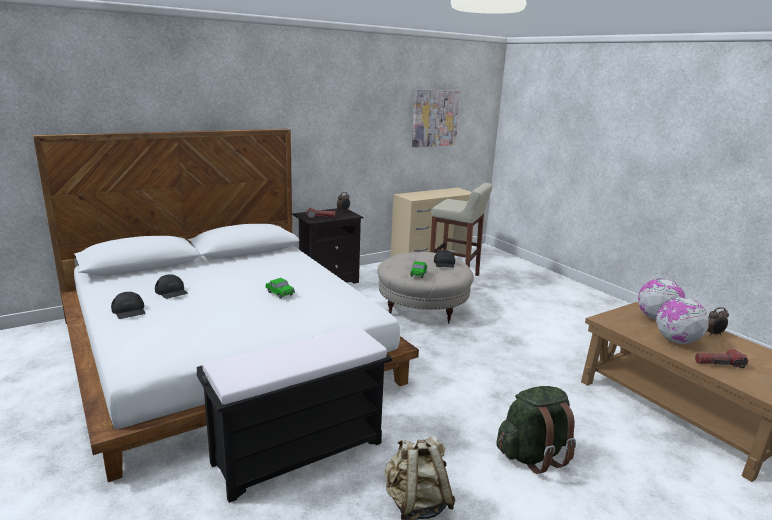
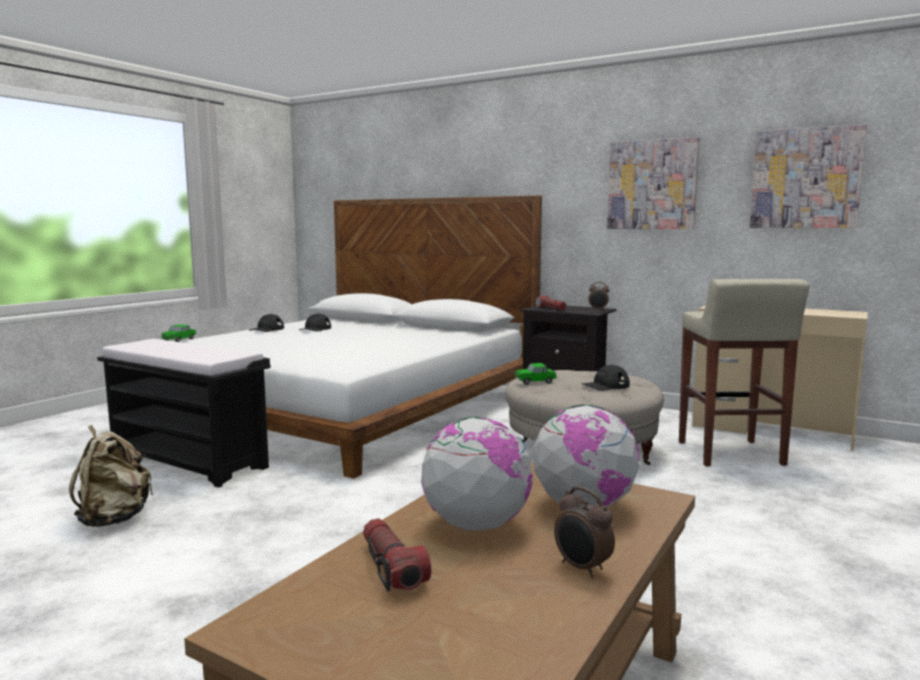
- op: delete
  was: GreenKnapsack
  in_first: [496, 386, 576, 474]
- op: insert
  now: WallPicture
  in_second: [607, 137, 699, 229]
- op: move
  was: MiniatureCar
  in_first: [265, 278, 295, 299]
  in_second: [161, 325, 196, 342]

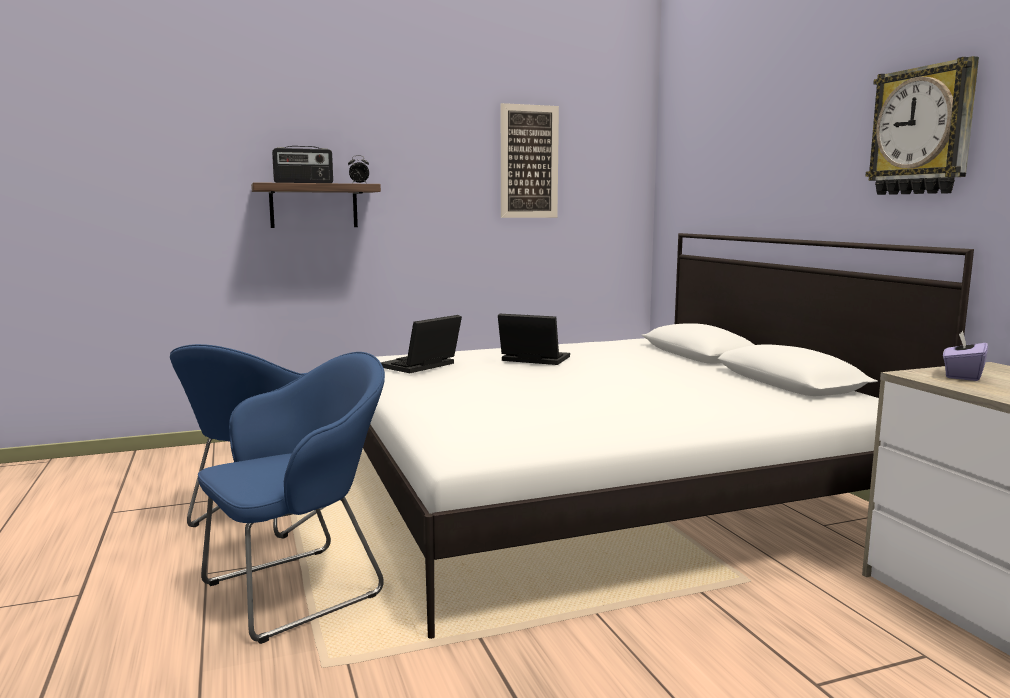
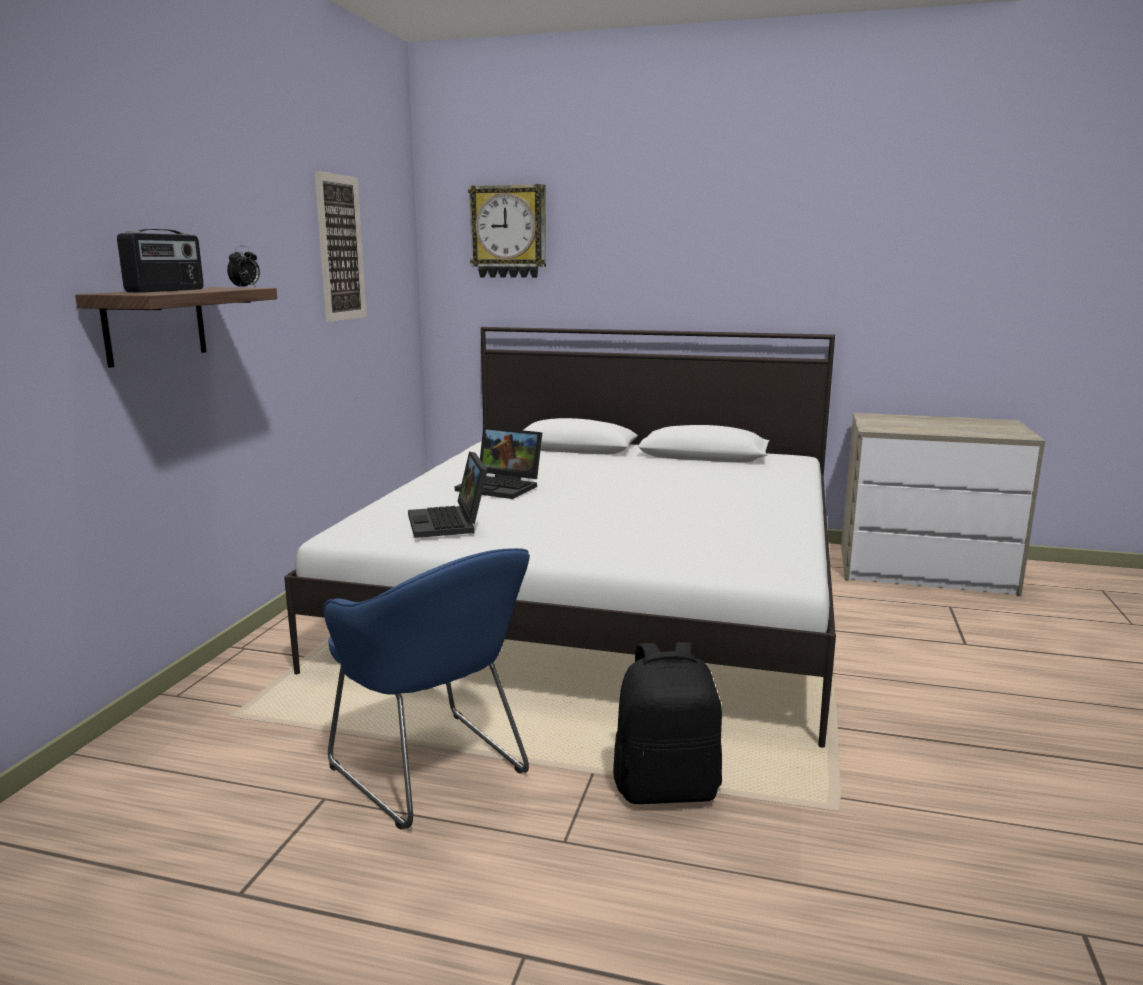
- op: delete
  was: PurpleColouredBoxOfTissues
  in_first: [943, 331, 988, 381]
- op: move
  was: HangingClock
  in_first: [865, 56, 979, 195]
  in_second: [468, 184, 546, 278]
- op: replace
  was: BlueEasyChair
  now: BlackishKnapsack
  in_first: [198, 352, 385, 644]
  in_second: [613, 642, 722, 804]
- op: rotate
  was: NotebookComputer
  in_first: [498, 314, 570, 365]
  in_second: [455, 427, 542, 499]
  clockwise: -120

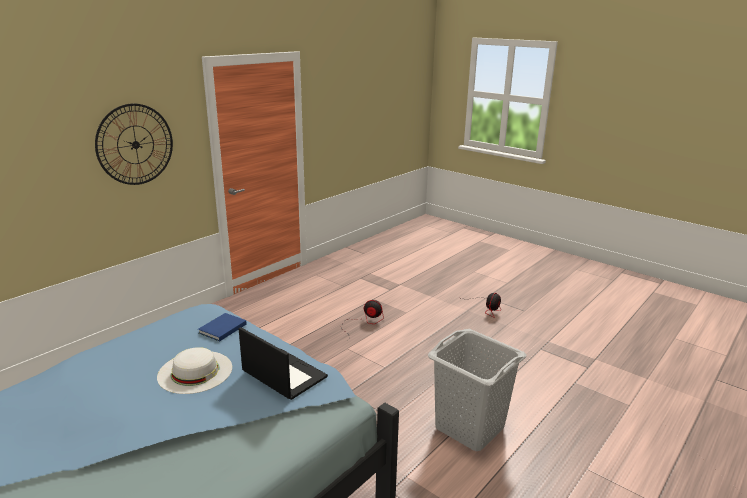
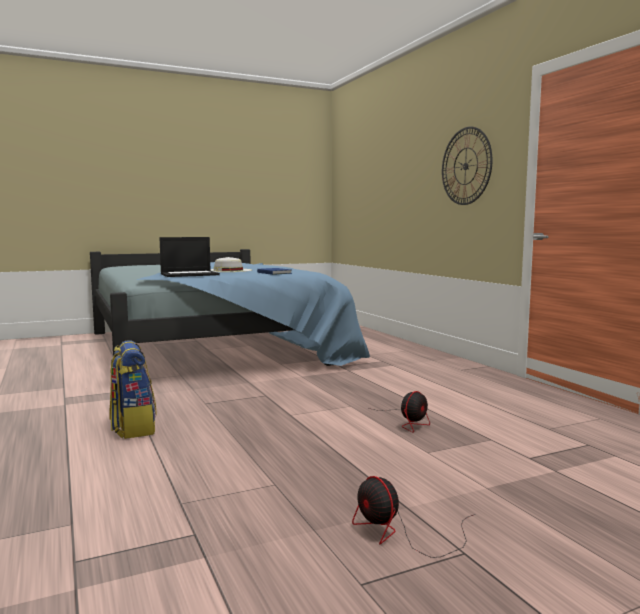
- op: replace
  was: GreyWashingBasket
  now: Knapsack
  in_first: [428, 329, 526, 451]
  in_second: [109, 340, 157, 439]

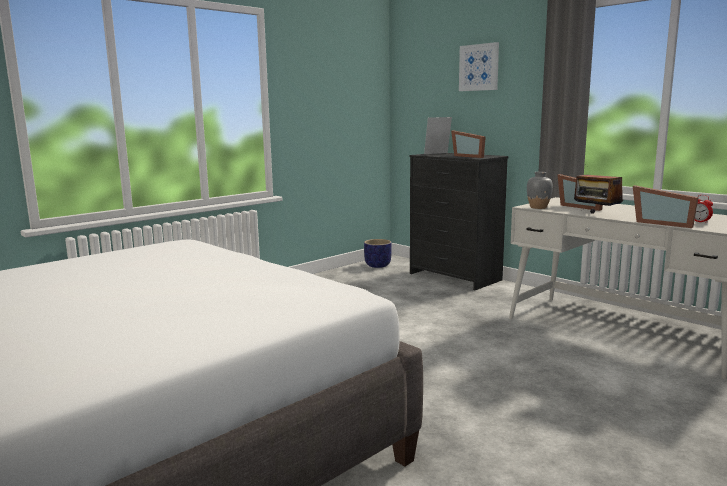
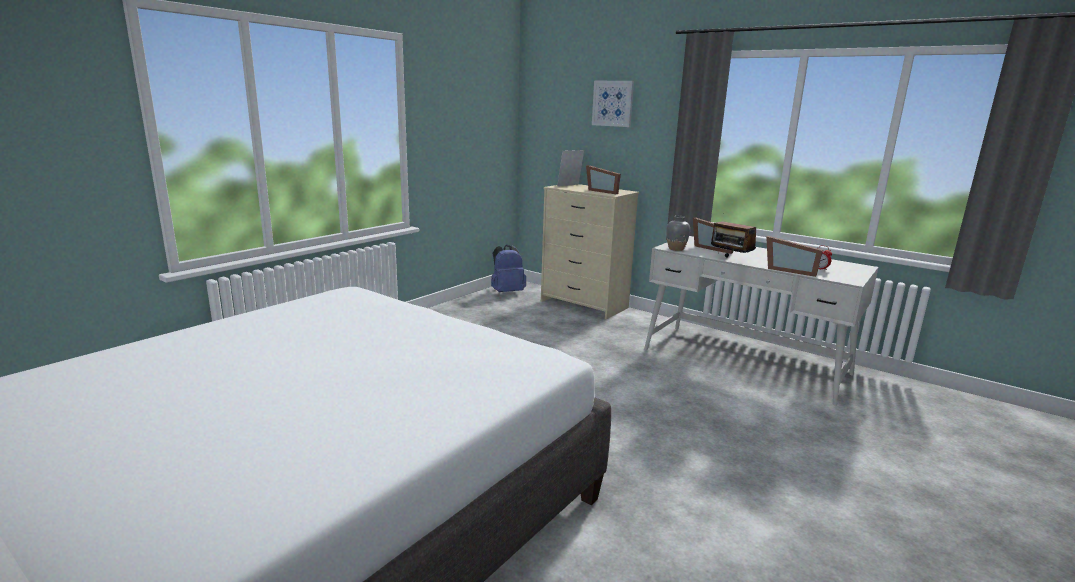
- op: replace
  was: PlantPot
  now: BlueKnapsack
  in_first: [364, 239, 392, 268]
  in_second: [491, 245, 526, 292]
- op: recolor
  was: BlackishDresser
  now: SandColouredDresser
  in_first: [409, 153, 508, 290]
  in_second: [541, 184, 639, 319]

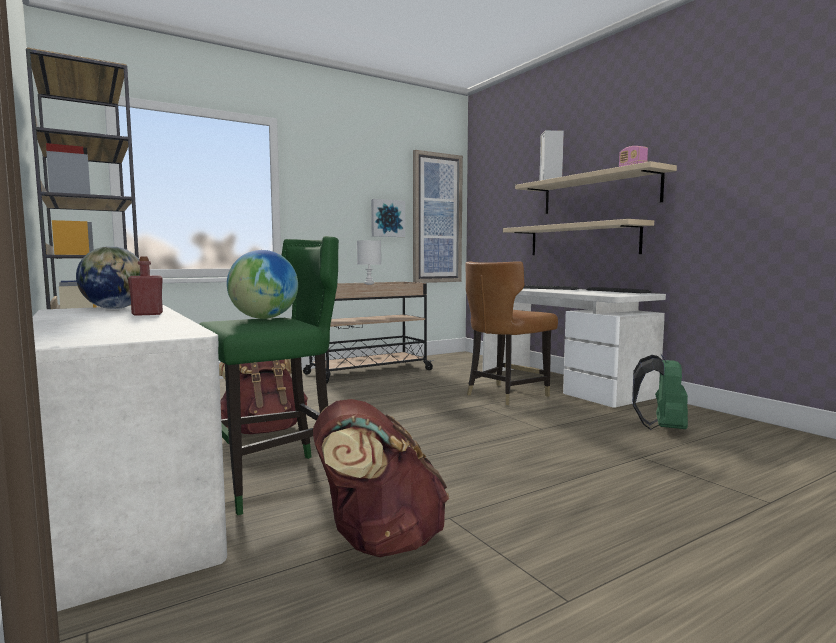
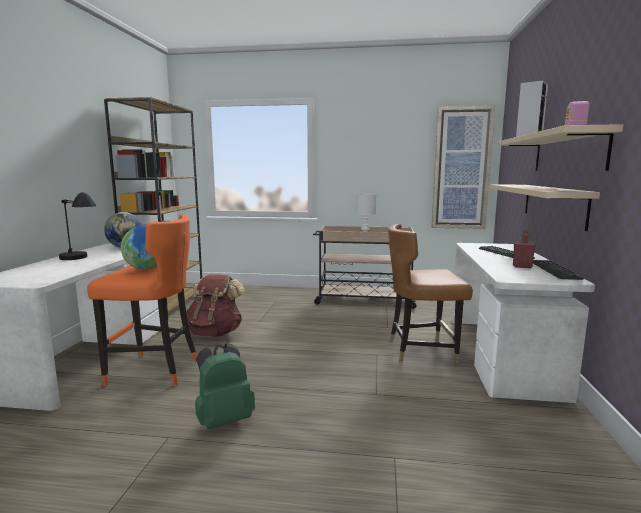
- op: delete
  was: BrownColouredKnapsack
  in_first: [313, 399, 449, 557]
- op: delete
  was: WallPicture
  in_first: [371, 199, 405, 237]
- op: insert
  now: BlackishTabletopLamp
  in_second: [59, 192, 96, 260]
- op: move
  was: RedBottle
  in_first: [128, 256, 163, 316]
  in_second: [513, 230, 536, 268]
- op: move
  was: GreenKnapsack
  in_first: [632, 353, 688, 430]
  in_second: [195, 343, 255, 429]
- op: recolor
  was: GreenStool
  now: OrangeyStool
  in_first: [199, 236, 339, 515]
  in_second: [87, 215, 197, 386]

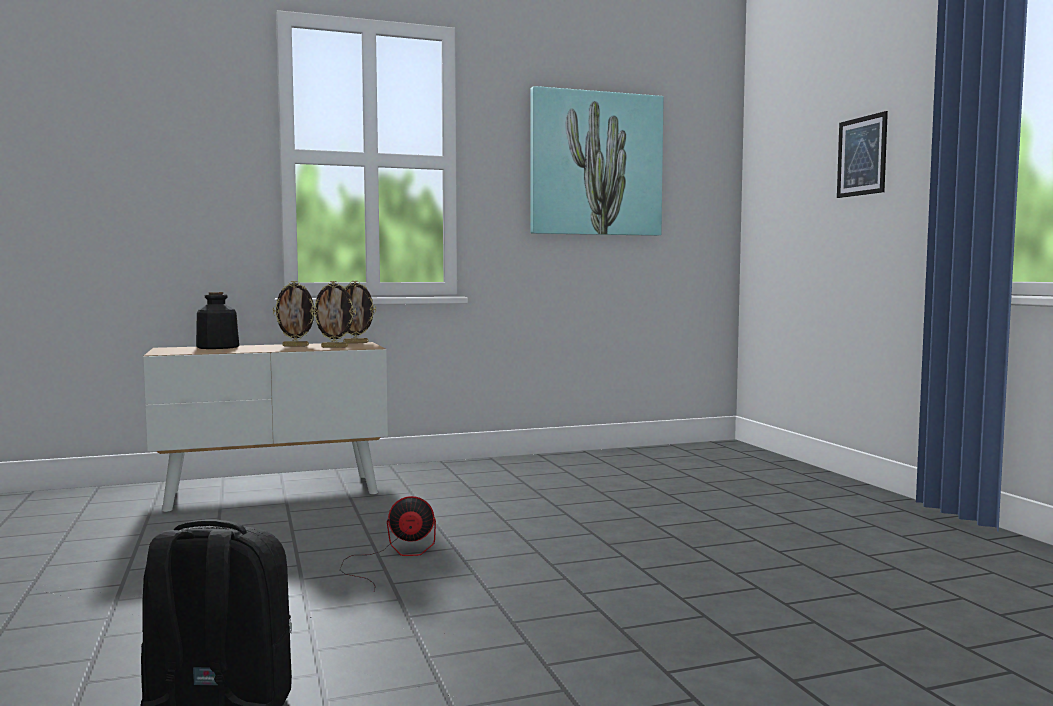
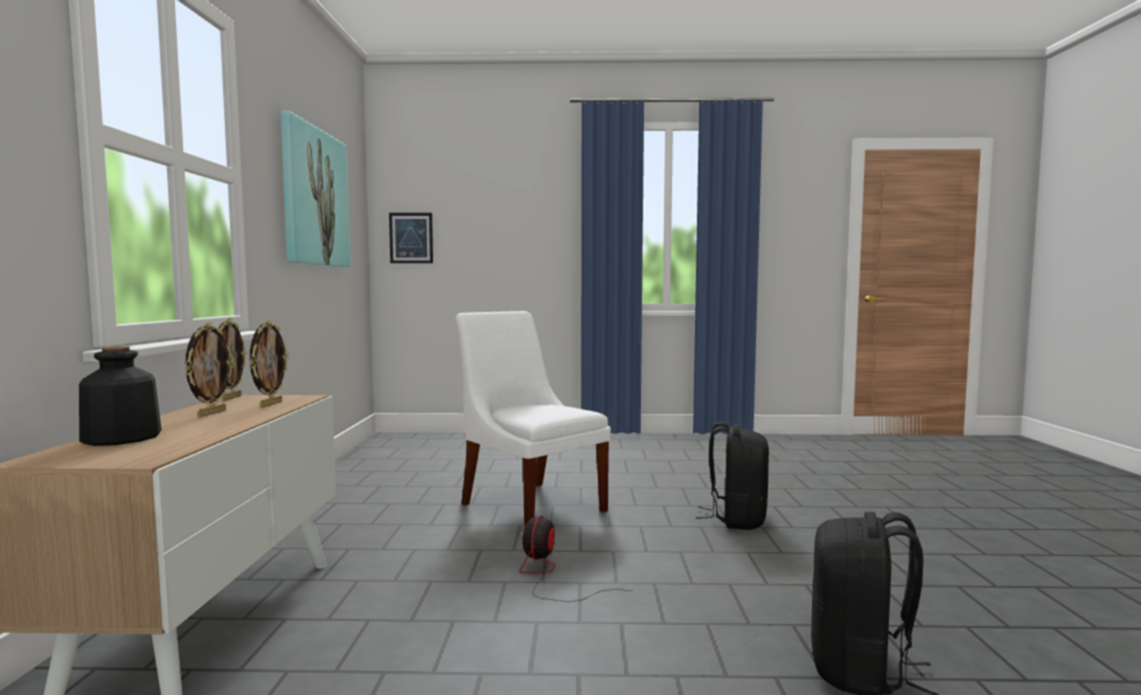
- op: insert
  now: WhiteColouredUprightChair
  in_second: [455, 311, 611, 528]
- op: insert
  now: BlackishKnapsack
  in_second: [696, 422, 769, 530]
- op: move
  was: WallPicture
  in_first: [837, 111, 888, 198]
  in_second: [389, 213, 433, 263]

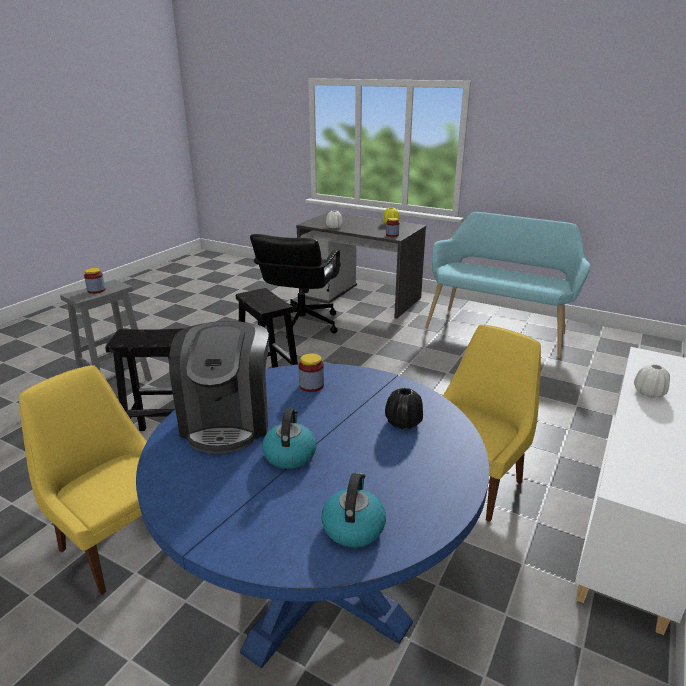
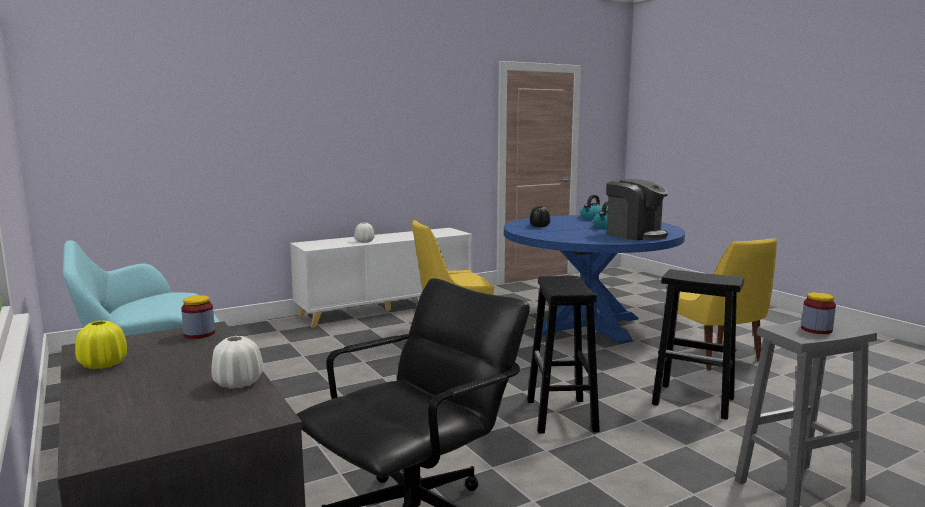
- op: delete
  was: StorageJar
  in_first: [298, 353, 324, 392]
- op: rotate
  was: CoffeeMachine
  in_first: [169, 321, 269, 454]
  in_second: [606, 179, 669, 240]
  clockwise: 105

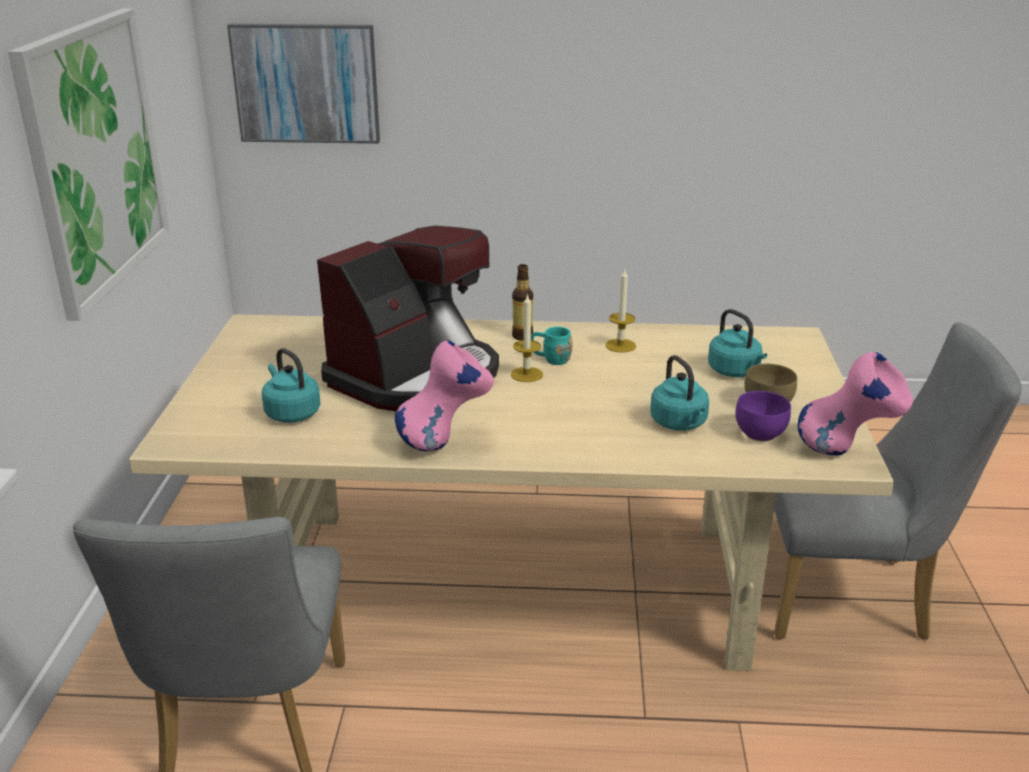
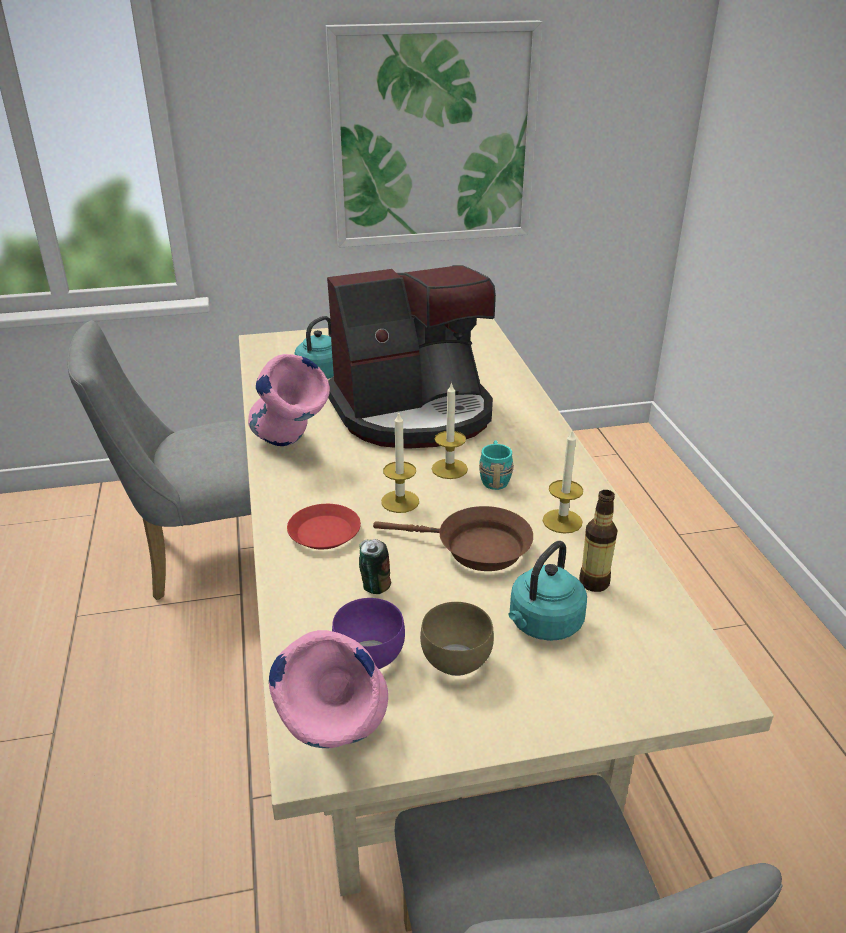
- op: delete
  was: WallPicture
  in_first: [227, 24, 380, 144]
- op: insert
  now: RedPlate
  in_second: [287, 504, 361, 549]
- op: insert
  now: BrownColouredSkillet
  in_second: [373, 506, 533, 571]
- op: insert
  now: WaxCandle
  in_second: [381, 412, 419, 513]
- op: move
  was: Bottle
  in_first: [512, 264, 533, 340]
  in_second: [579, 490, 618, 592]
- op: replace
  was: BlueGreenKettle
  now: SealedCan
  in_first: [650, 355, 709, 431]
  in_second: [359, 539, 391, 594]
- op: rotate
  was: CoffeeMachine
  in_first: [317, 225, 499, 411]
  in_second: [327, 265, 496, 449]
  clockwise: -45

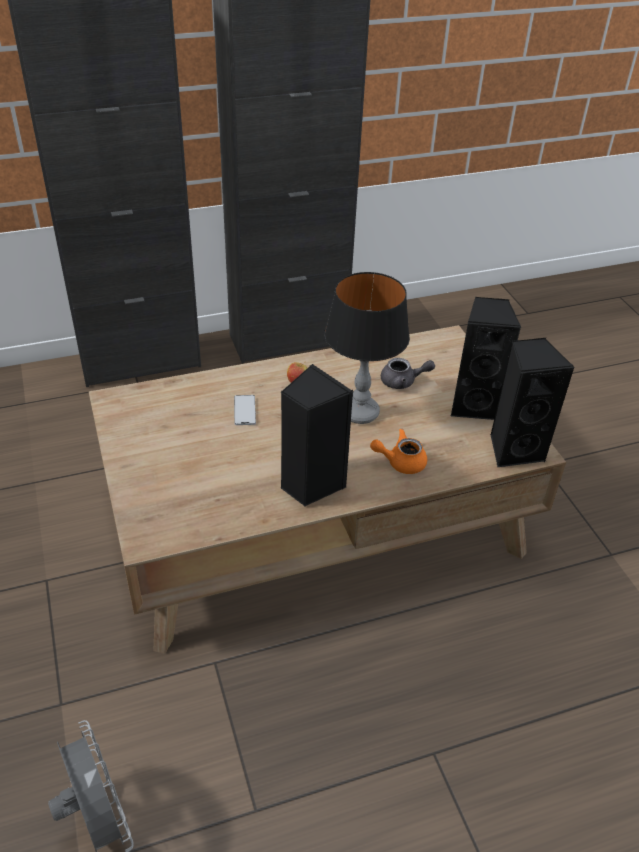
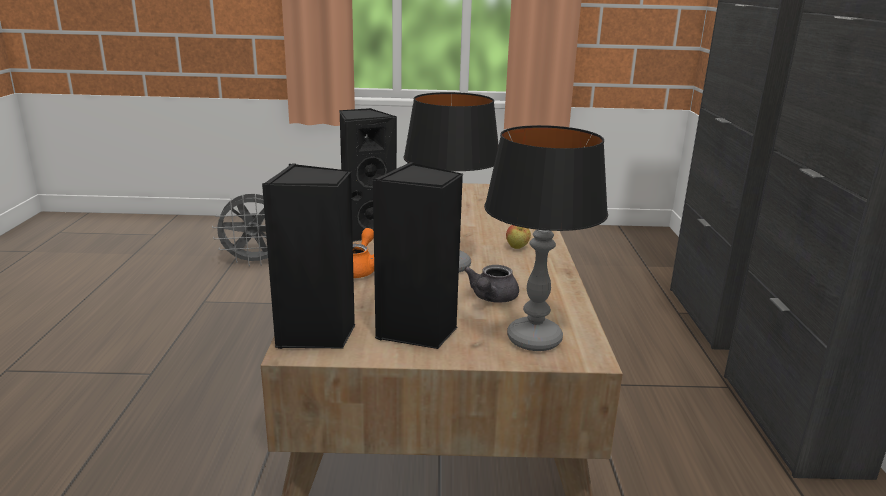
- op: delete
  was: Phone
  in_first: [234, 395, 256, 425]
- op: insert
  now: TabletopLamp
  in_second: [484, 125, 608, 351]

